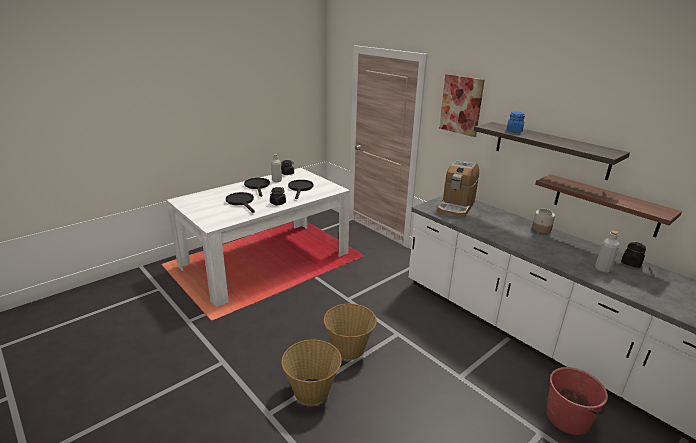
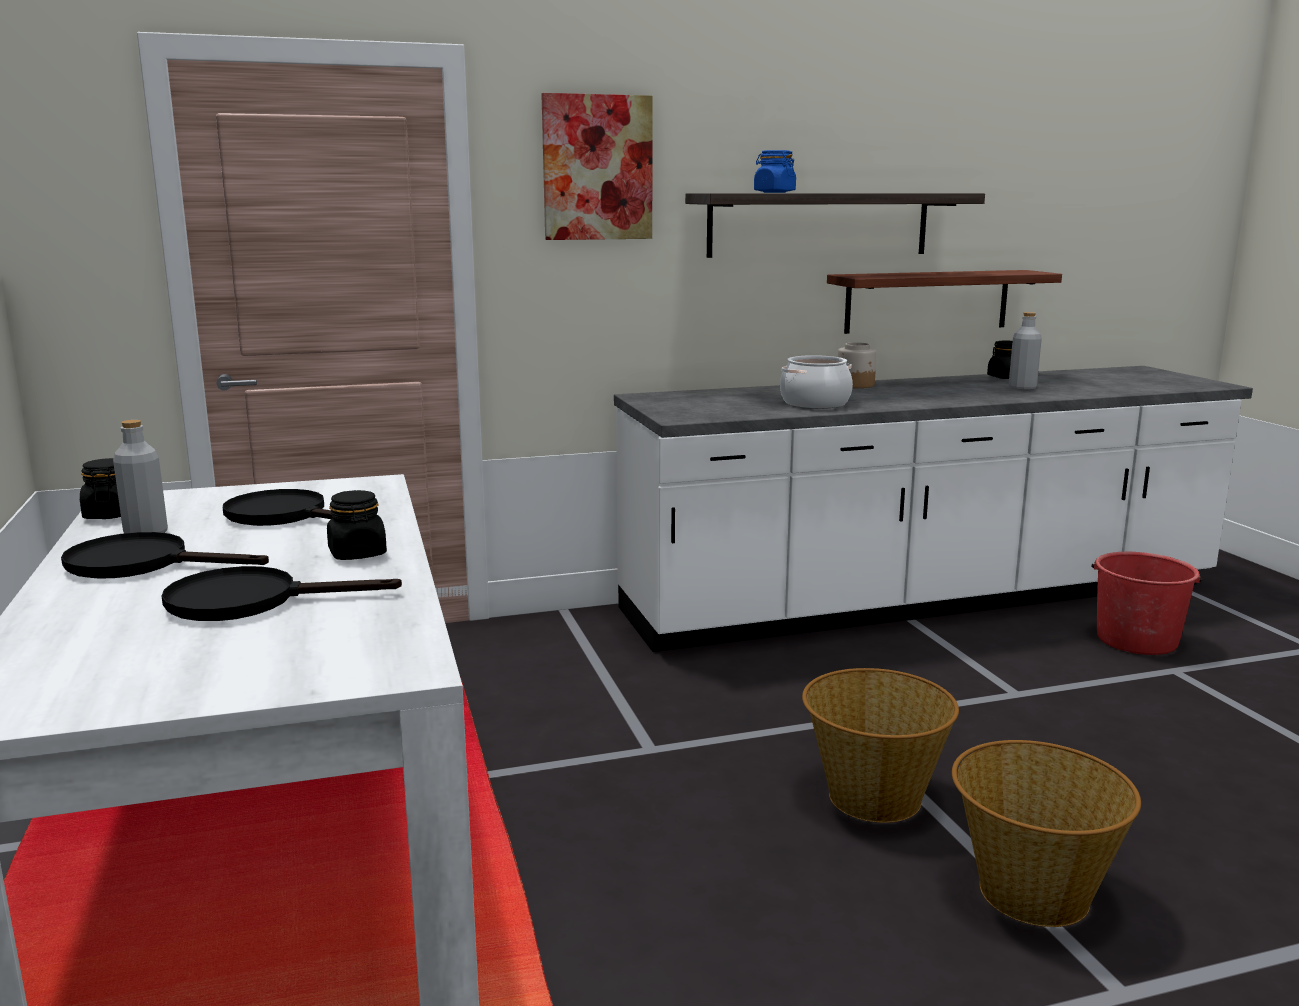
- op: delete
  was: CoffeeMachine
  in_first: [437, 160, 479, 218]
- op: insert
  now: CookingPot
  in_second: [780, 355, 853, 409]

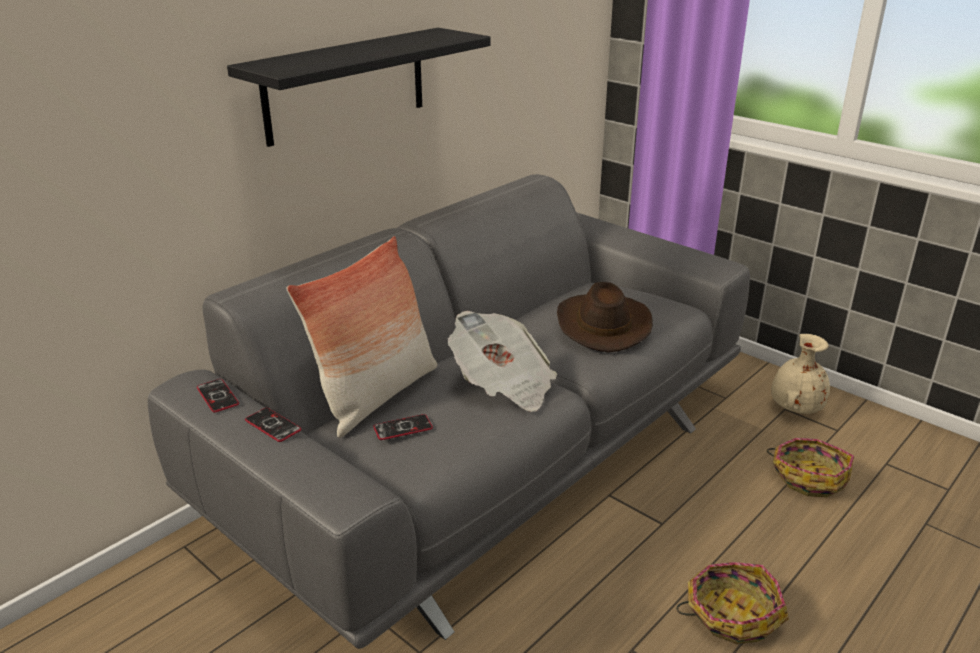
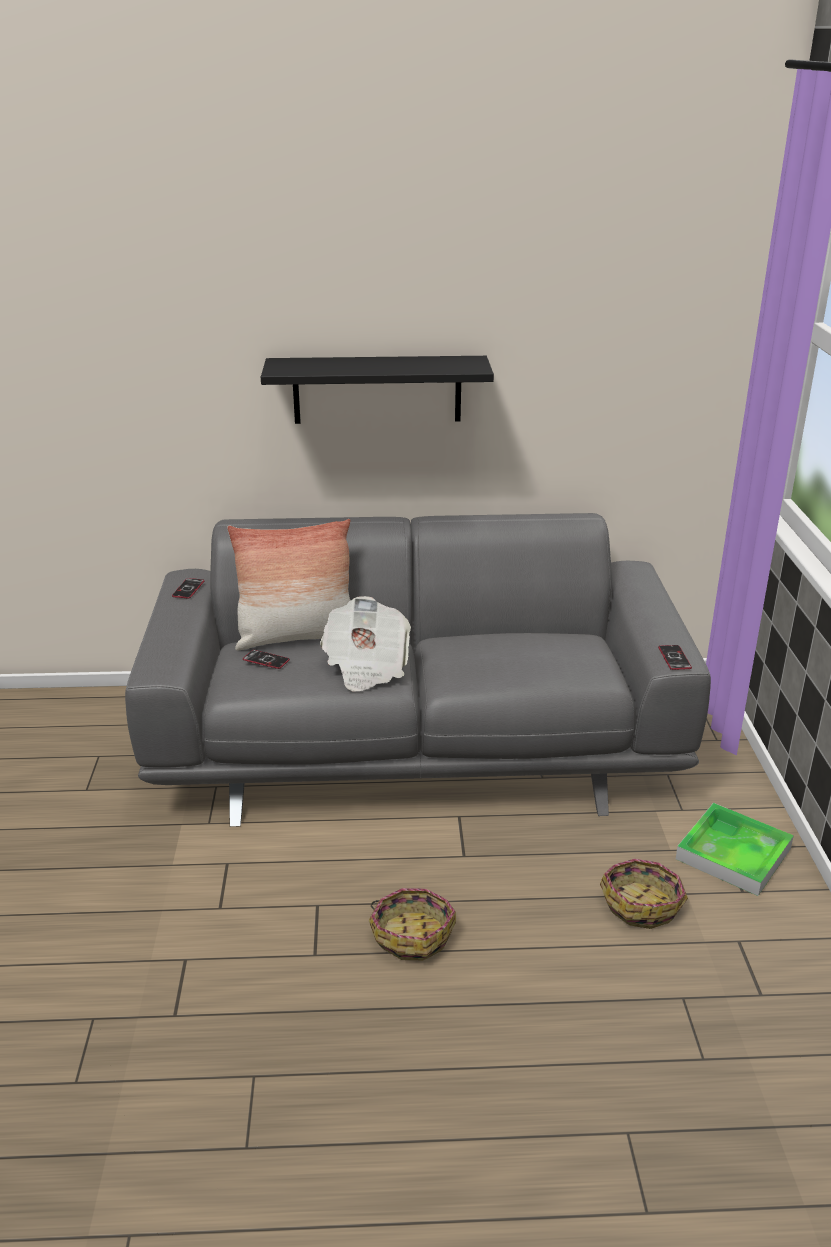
- op: delete
  was: BrownColouredWearableHat
  in_first: [557, 282, 653, 352]
- op: move
  was: Phone
  in_first: [245, 408, 301, 442]
  in_second: [658, 645, 692, 670]
- op: replace
  was: SandColouredFlowerVase
  now: Tray
  in_first: [771, 334, 830, 414]
  in_second: [676, 803, 794, 896]

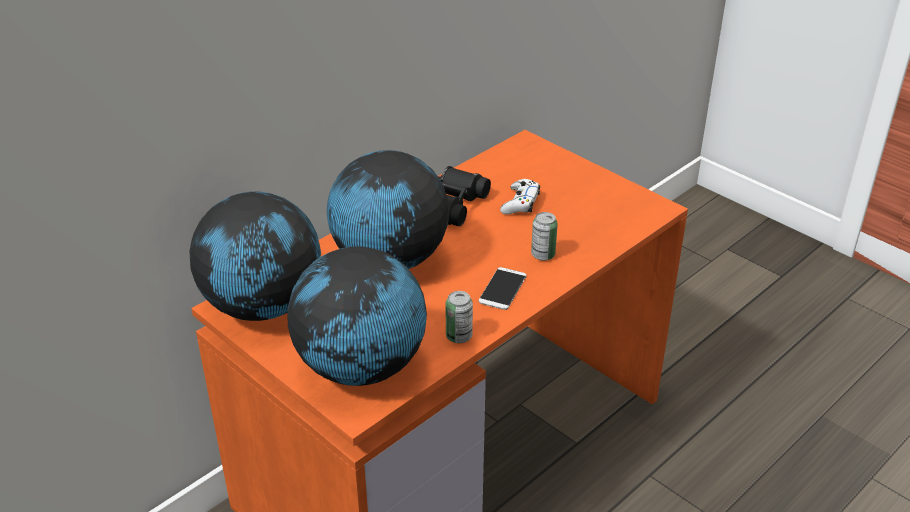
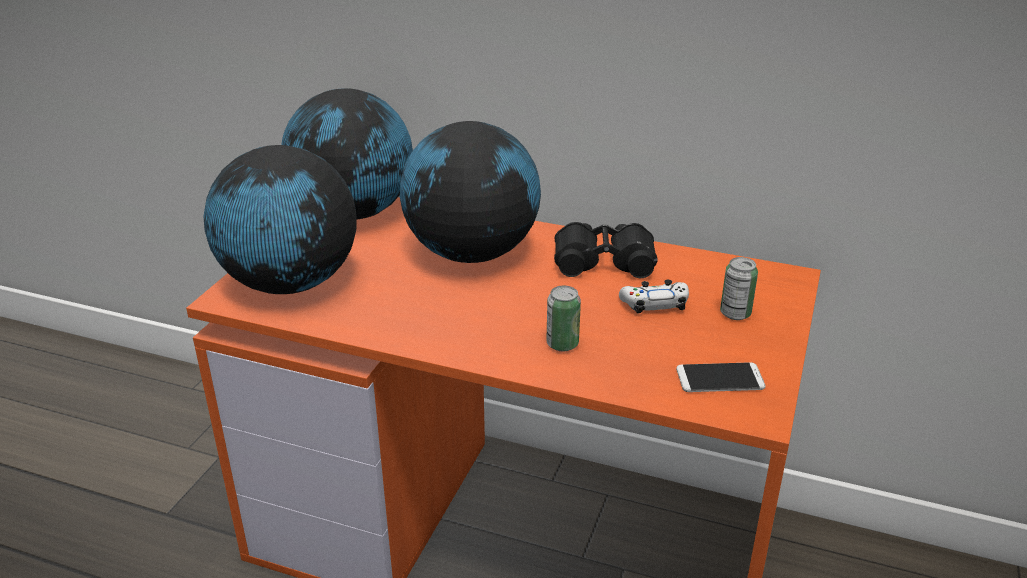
- op: move
  was: SealedCan
  in_first: [446, 291, 473, 343]
  in_second: [720, 257, 758, 320]
- op: move
  was: Phone
  in_first: [479, 267, 526, 310]
  in_second: [676, 362, 766, 392]

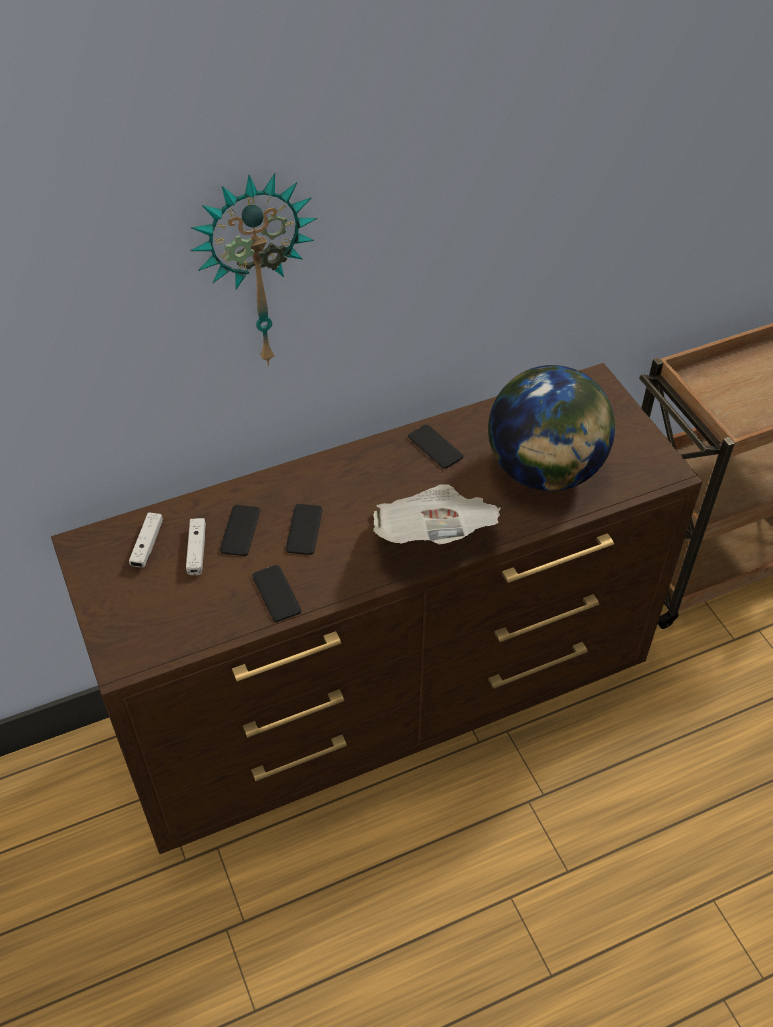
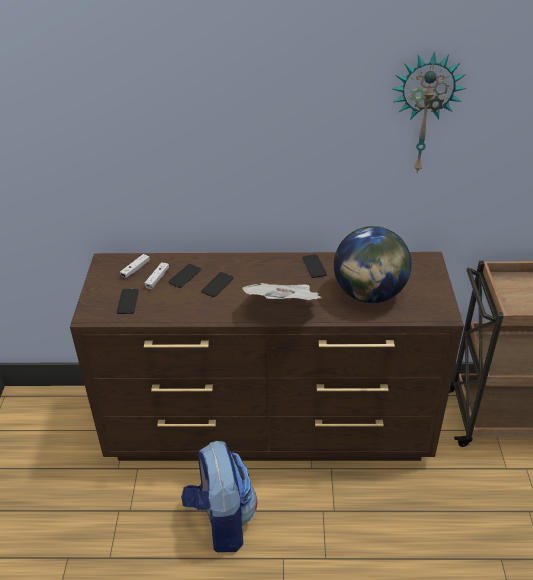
- op: insert
  now: Knapsack
  in_second: [181, 441, 257, 552]
- op: move
  was: HangingClock
  in_first: [190, 173, 317, 366]
  in_second: [392, 52, 466, 174]
- op: move
  was: Phone
  in_first: [252, 565, 301, 622]
  in_second: [117, 289, 139, 314]

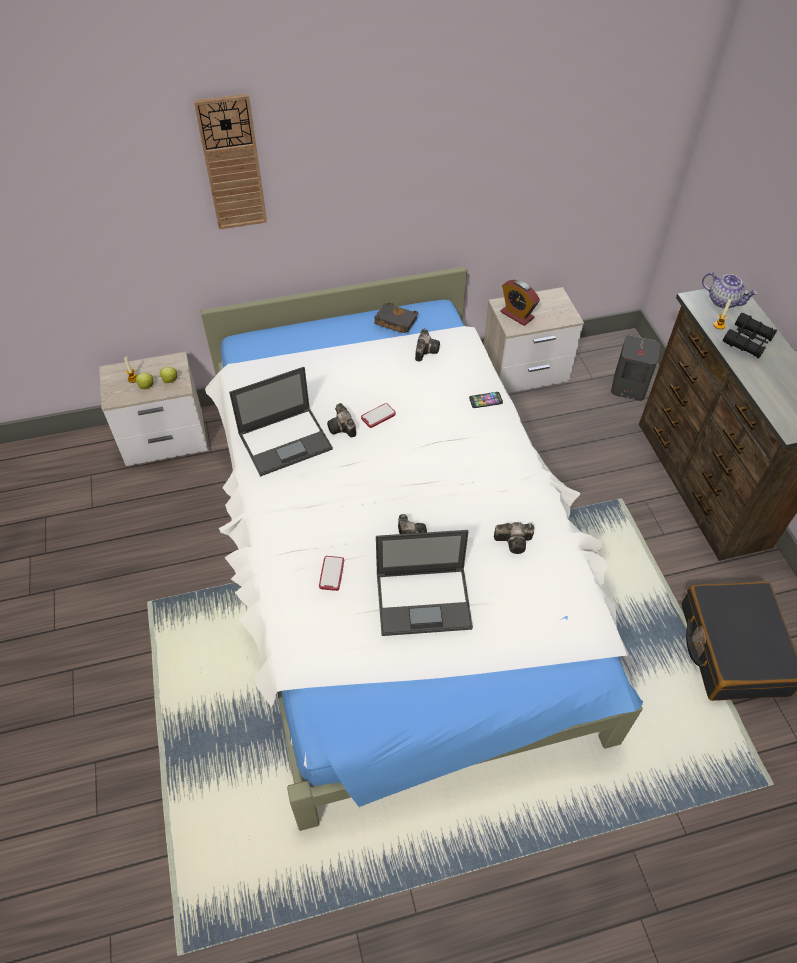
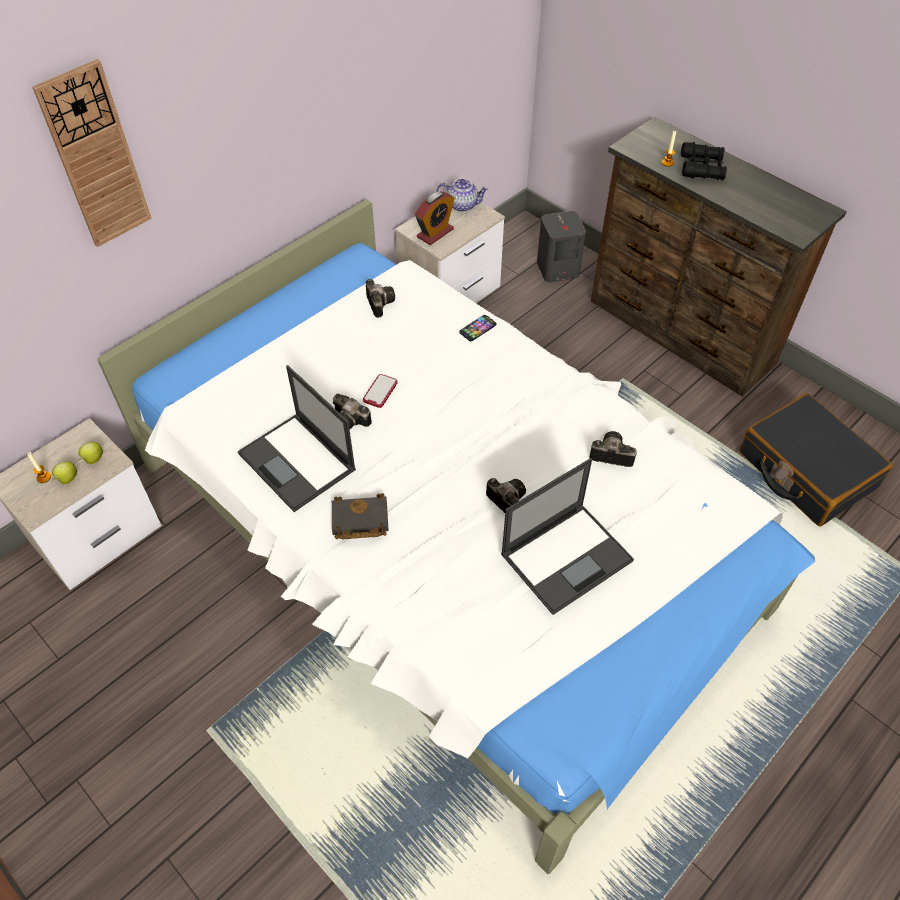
- op: delete
  was: Phone
  in_first: [319, 556, 344, 591]
- op: move
  was: BlackishBook
  in_first: [374, 302, 418, 333]
  in_second: [332, 493, 389, 539]
- op: move
  was: Teapot
  in_first: [702, 272, 758, 309]
  in_second: [436, 179, 489, 212]
- op: rotate
  was: NotebookComputer
  in_first: [229, 367, 333, 476]
  in_second: [238, 365, 356, 512]
  clockwise: 105
- op: rotate
  was: StillCamera
  in_first: [494, 522, 534, 554]
  in_second: [590, 431, 637, 467]
  clockwise: -135
- op: rotate
  was: TableClock
  in_first: [500, 280, 540, 326]
  in_second: [415, 192, 455, 245]
  clockwise: -60

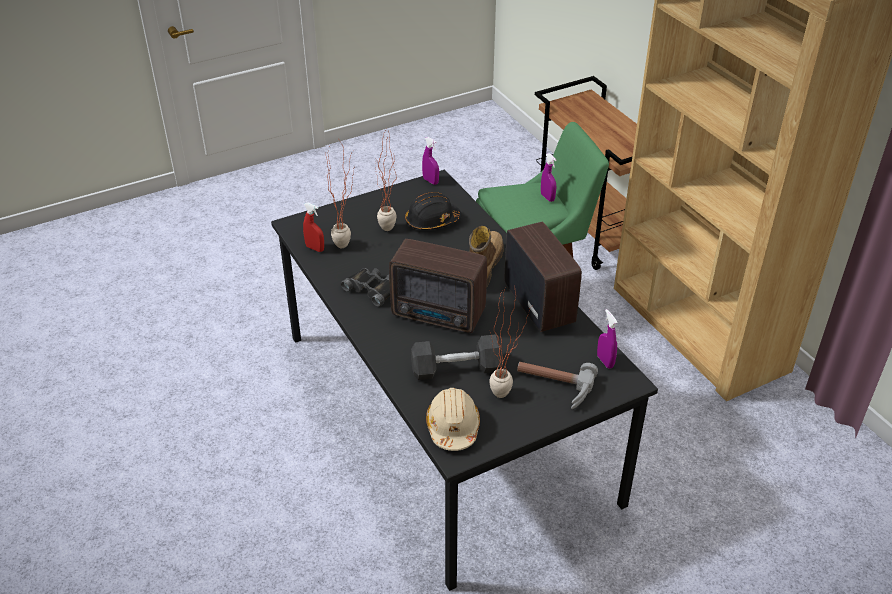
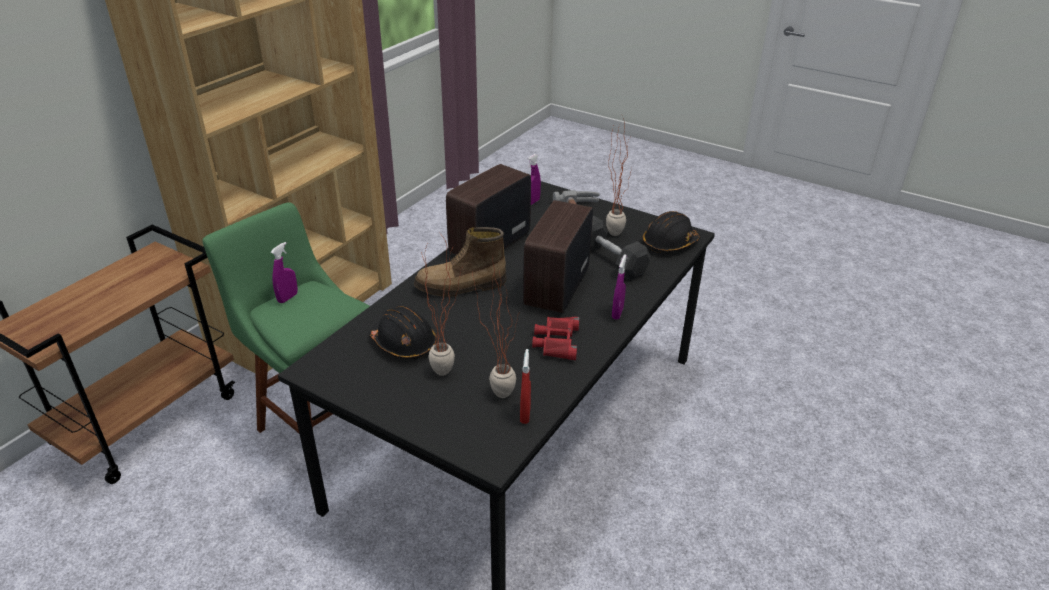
- op: move
  was: PurpleColouredSprayBottle
  in_first: [422, 137, 439, 185]
  in_second: [612, 254, 626, 320]
- op: recolor
  was: BlackishBinoculars
  now: RedBinoculars
  in_first: [341, 268, 390, 307]
  in_second: [532, 317, 579, 360]
- op: recolor
  was: SandColouredWorkHelmet
  now: BlackishWorkHelmet
  in_first: [426, 388, 480, 451]
  in_second: [643, 211, 700, 253]
- op: rotate
  was: Radio
  in_first: [389, 239, 487, 333]
  in_second: [523, 200, 593, 313]
  clockwise: -150

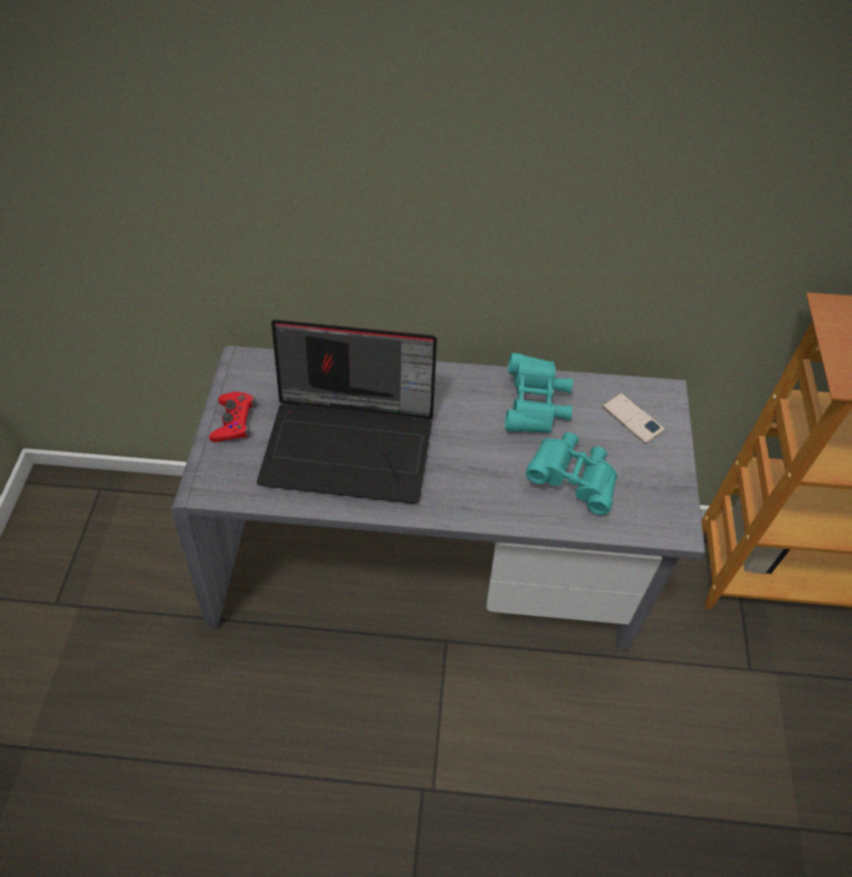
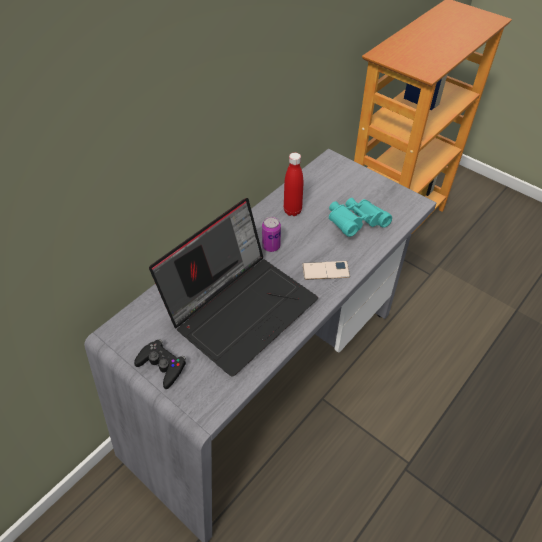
- op: insert
  now: SealedCan
  in_second: [262, 217, 281, 252]
- op: move
  was: Phone
  in_first: [602, 392, 665, 444]
  in_second: [302, 261, 350, 280]
- op: replace
  was: BlueGreenBinoculars
  now: RedBottle
  in_first: [505, 353, 573, 434]
  in_second: [284, 153, 303, 216]
- op: recolor
  was: RedJoypad
  now: BlackishJoypad
  in_first: [209, 392, 256, 442]
  in_second: [134, 339, 186, 389]

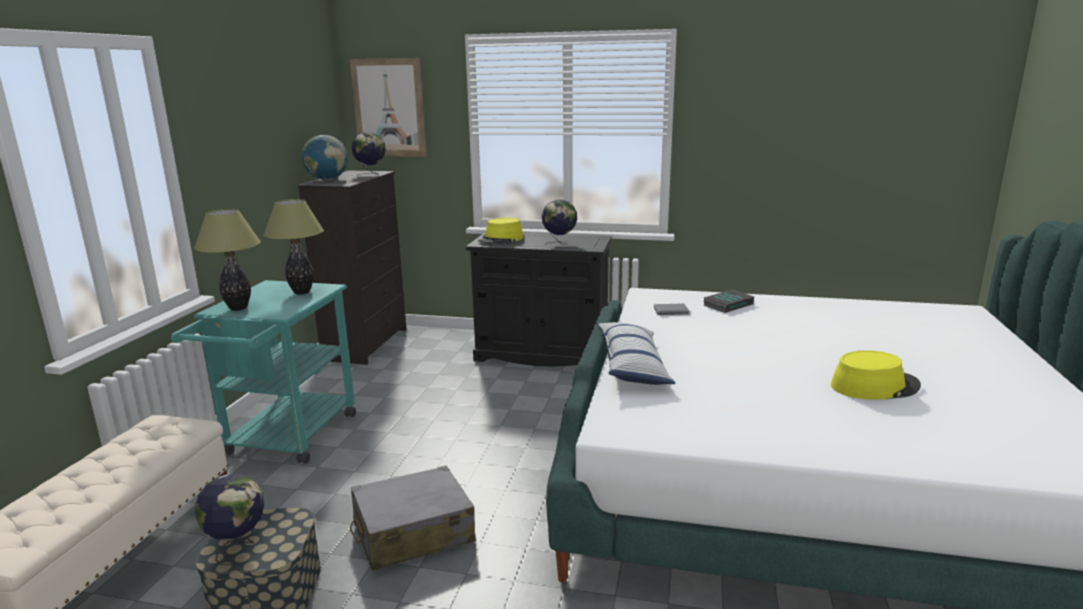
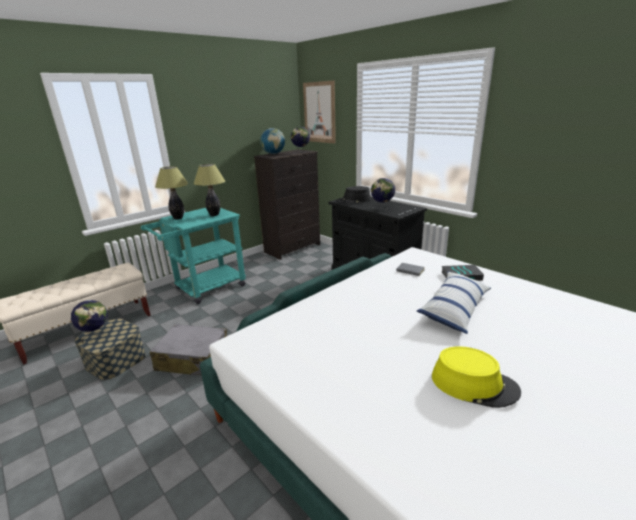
- op: move
  was: Pillow
  in_first: [596, 322, 676, 385]
  in_second: [417, 271, 491, 334]
- op: recolor
  was: YellowColouredWearableHat
  now: BlackishWearableHat
  in_first: [478, 218, 523, 244]
  in_second: [337, 186, 371, 204]

